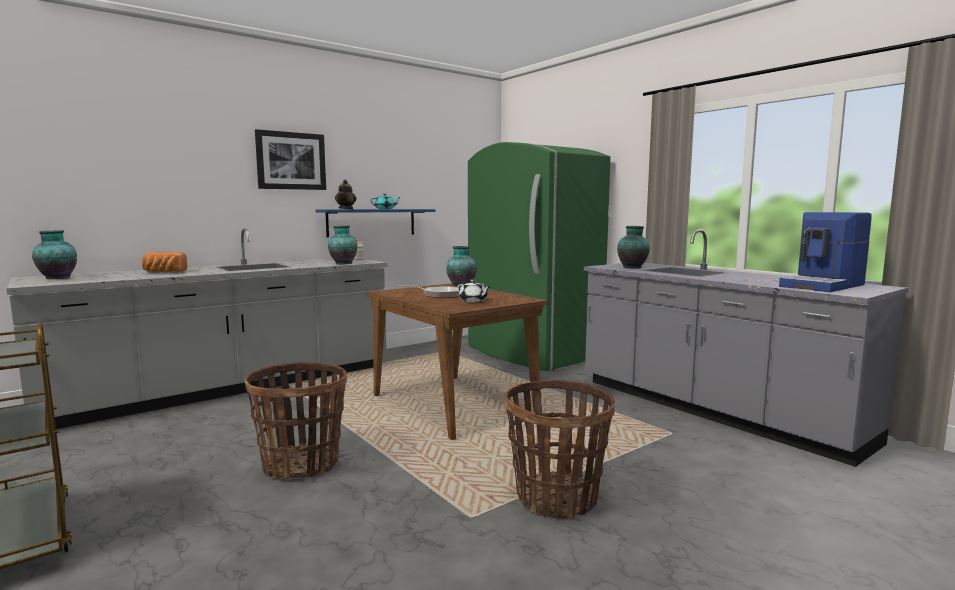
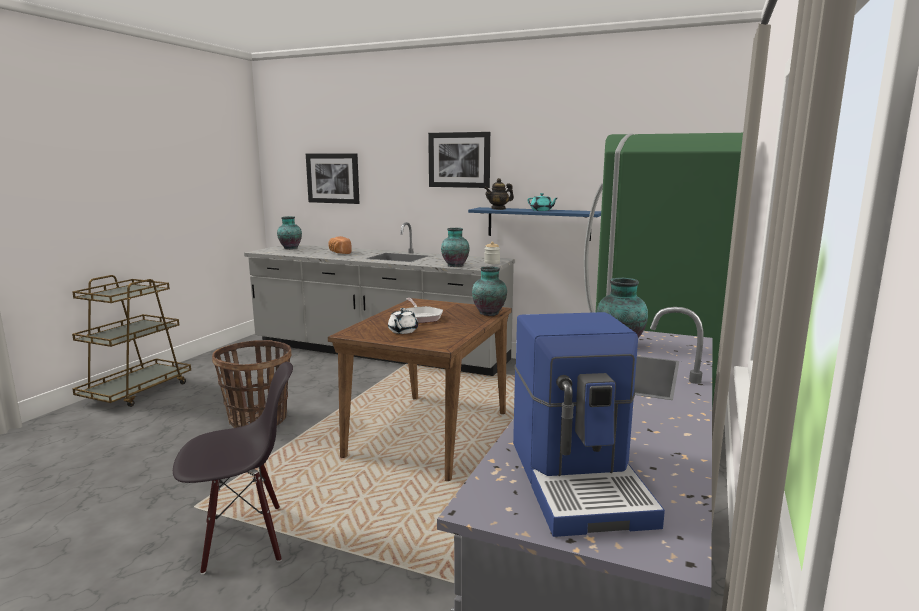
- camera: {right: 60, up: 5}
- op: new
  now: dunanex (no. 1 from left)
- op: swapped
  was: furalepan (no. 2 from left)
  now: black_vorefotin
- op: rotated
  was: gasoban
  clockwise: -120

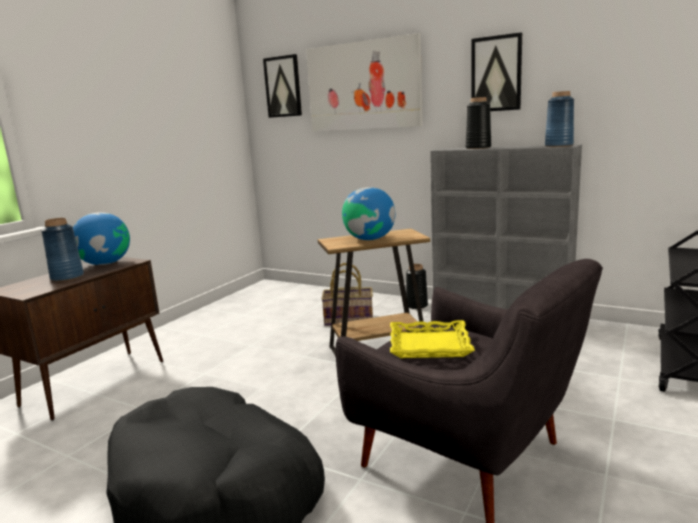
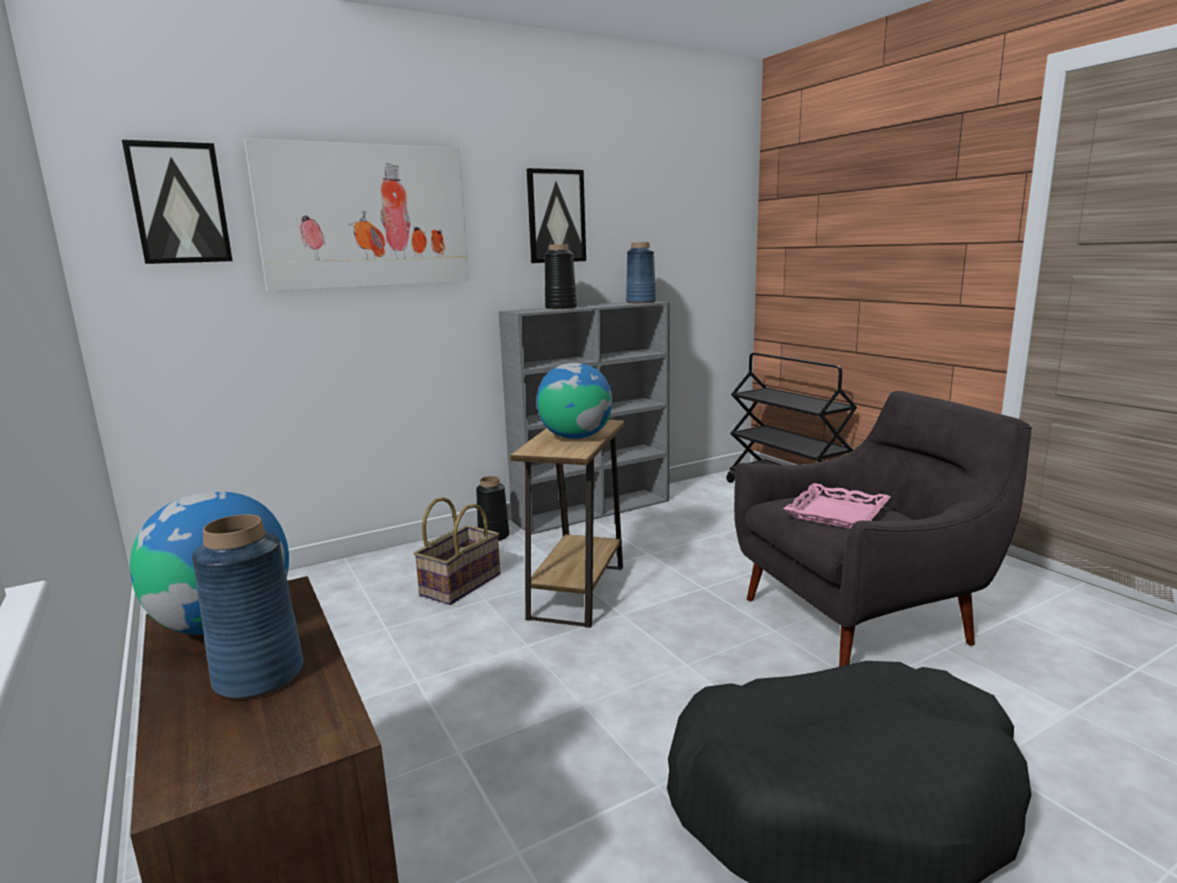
- camera: {right: -60, up: 0}
- op: repainted
  was: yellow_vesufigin
  now: pink_vesufigin

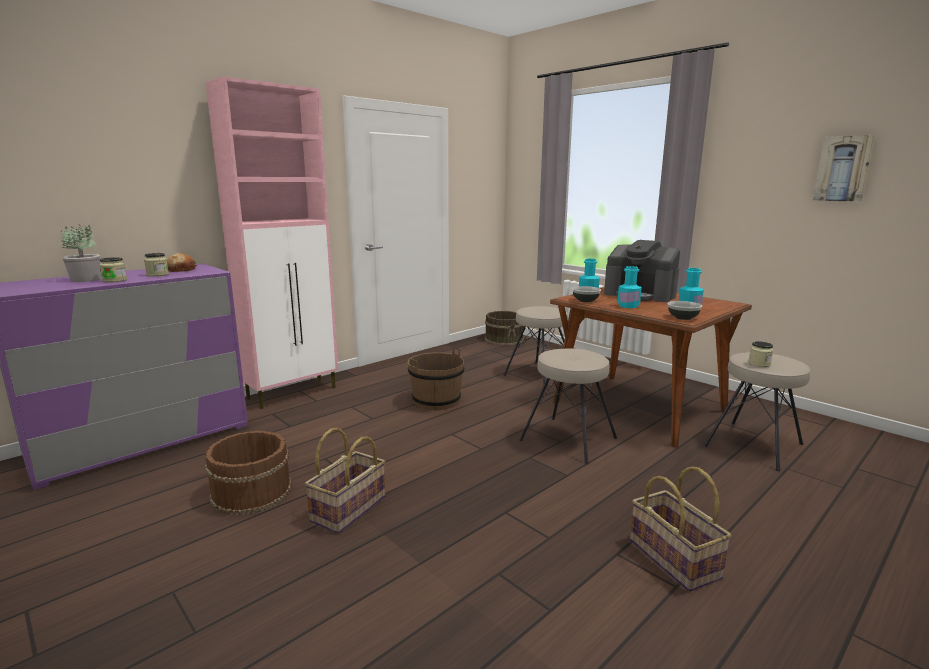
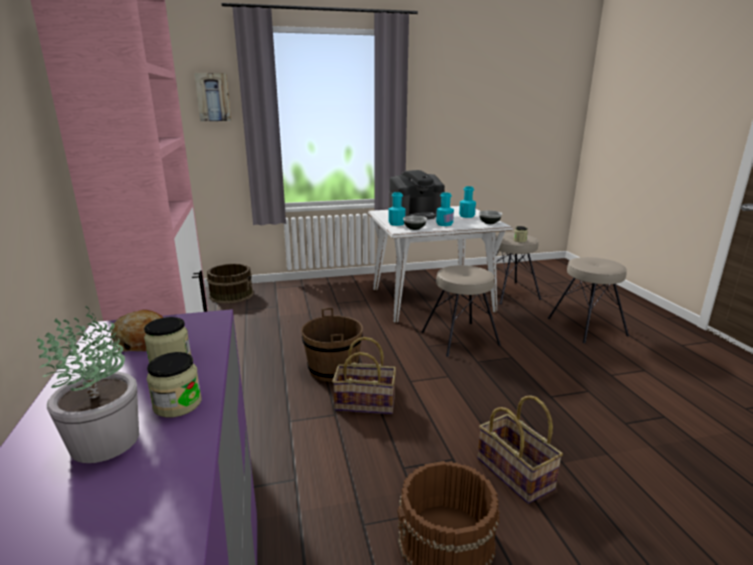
- camera: {right: -60, up: 5}
- op: shifted
  was: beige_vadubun (no. 1 from left in the first image)
  now: beige_vadubun (no. 3 from left)
- op: shifted
  was: furalepan (no. 2 from left in the first image)
  now: furalepan (no. 1 from left)
- op: shifted
  was: dunanex
- op: repainted
  was: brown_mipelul
  now: white_mipelul

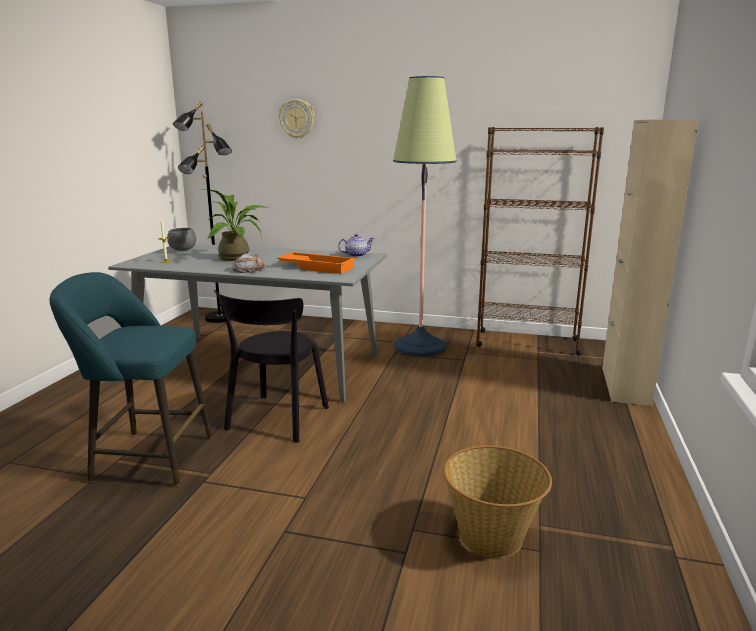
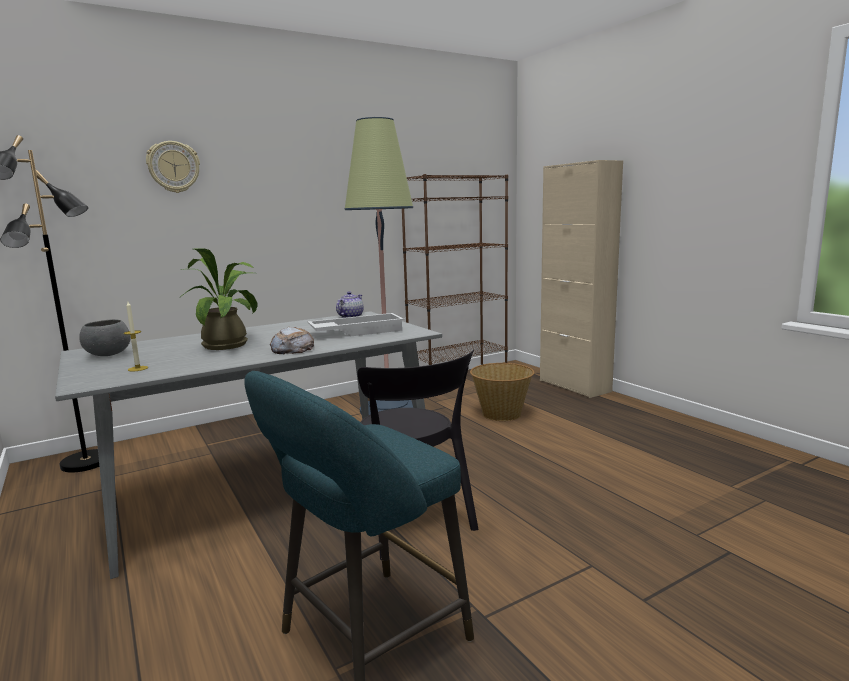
- camera: {right: -45, up: -5}
- op: shifted
  was: furalepan
- op: repainted
  was: orange_vesufigin
  now: white_vesufigin

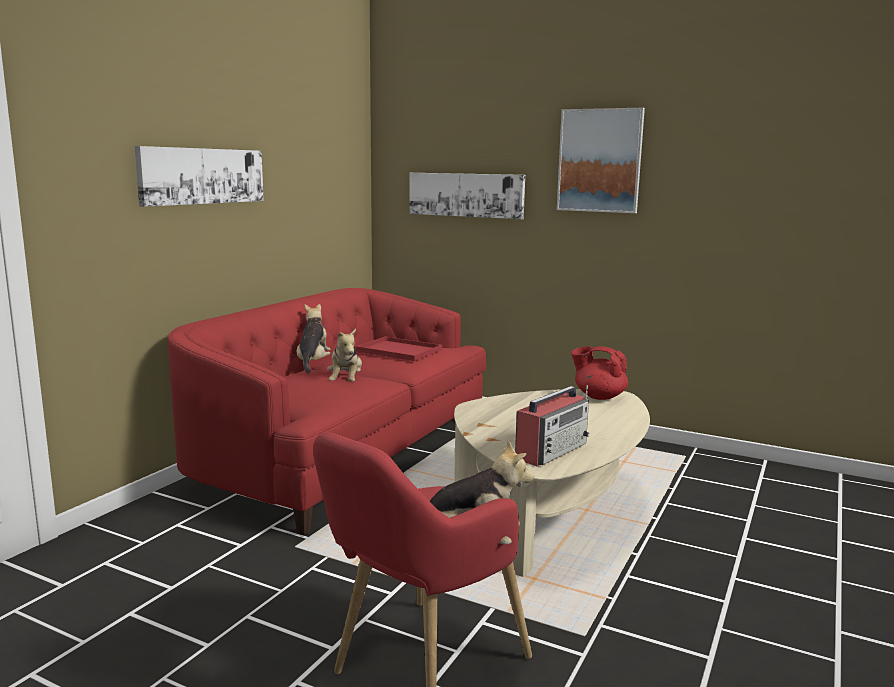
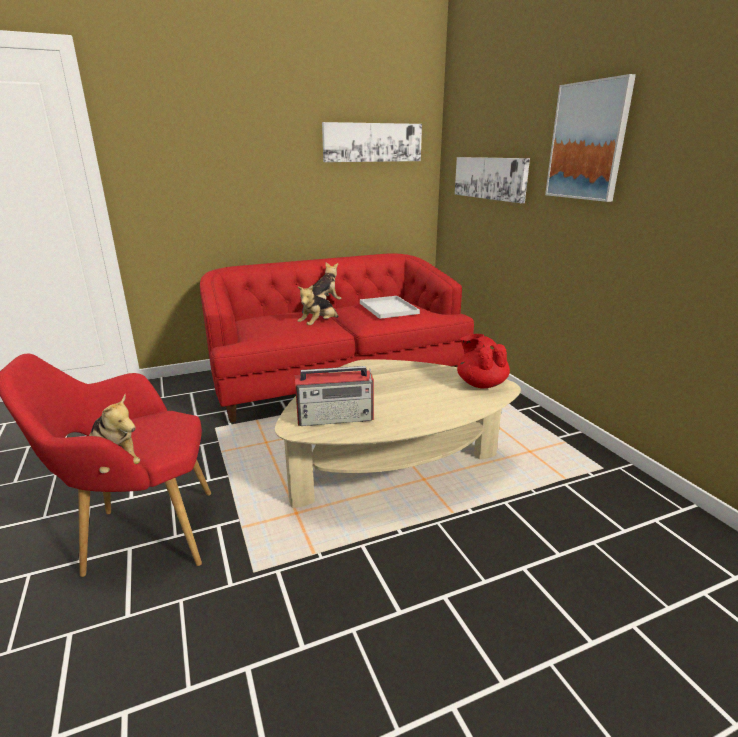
- camera: {right: 40, up: 10}
- op: shifted
  was: dunanex (no. 1 from left)
- op: repainted
  was: red_vesufigin
  now: white_vesufigin

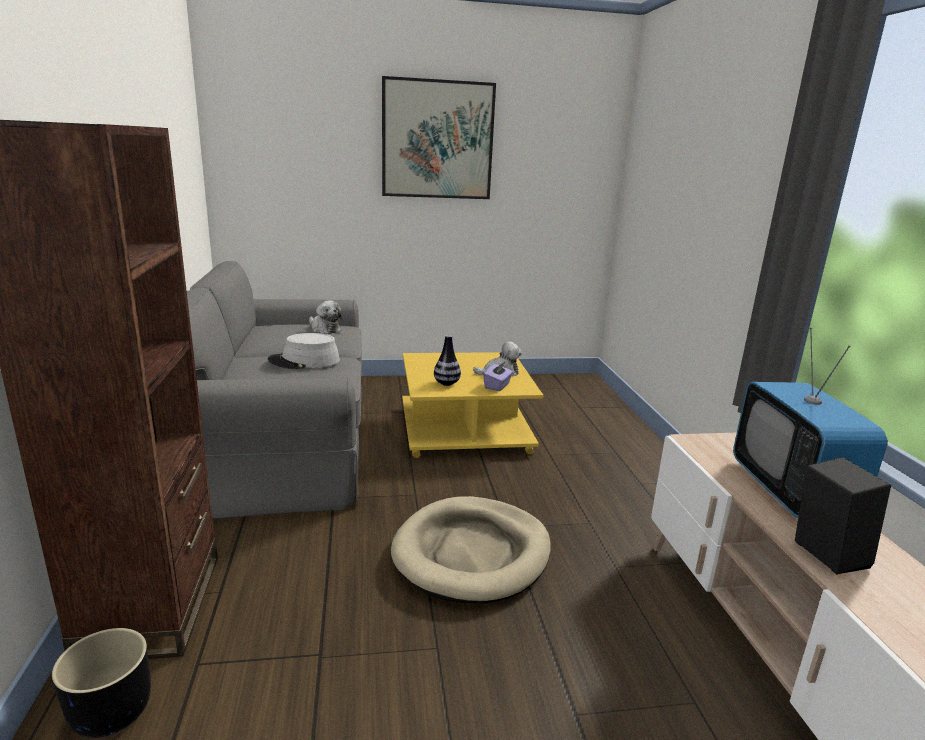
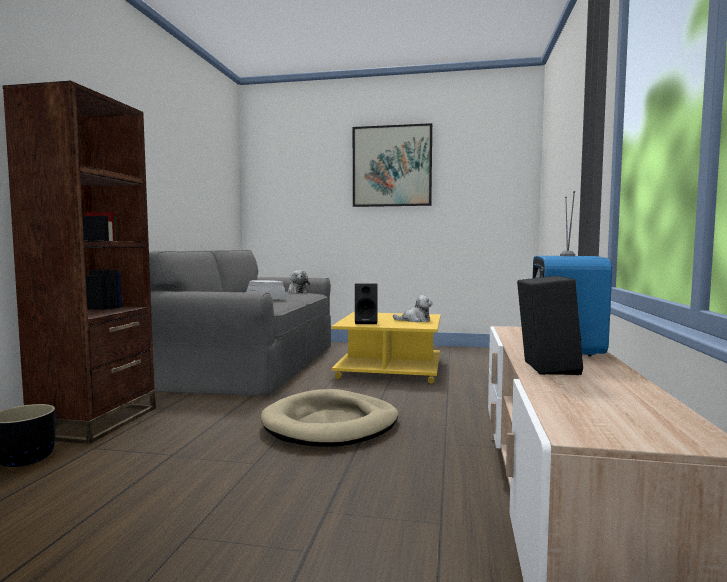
- camera: {right: 20, up: -15}
- op: gone
  was: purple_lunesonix
- op: swapped
  was: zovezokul
  now: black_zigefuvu (no. 1 from left)

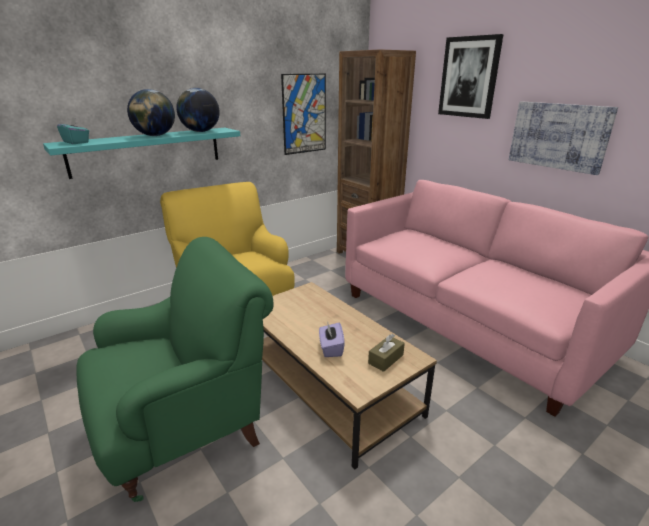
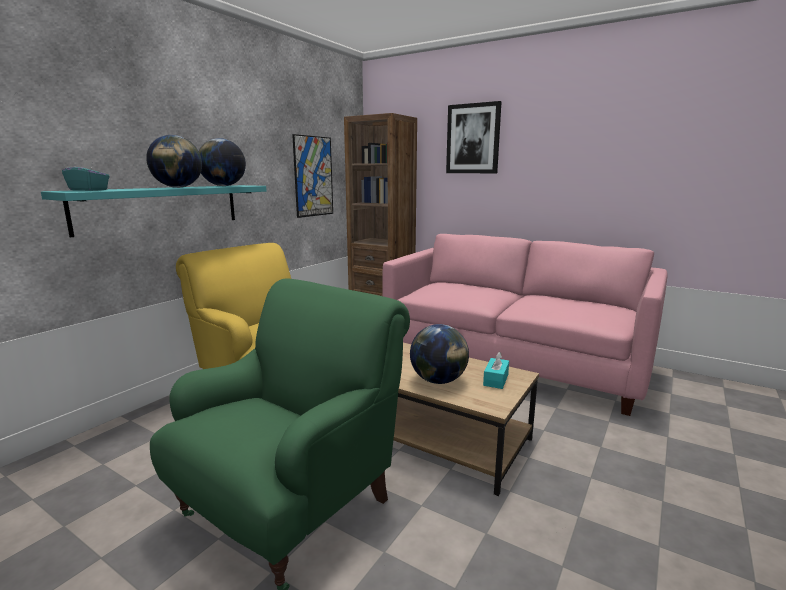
- camera: {right: -20, up: -10}
- op: gone
  was: dunanex (no. 3 from left)
- op: swapped
  was: purple_lunesonix
  now: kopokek (no. 3 from left)
- op: repainted
  was: brown_lunesonix
  now: turquoise_lunesonix (no. 2 from left)

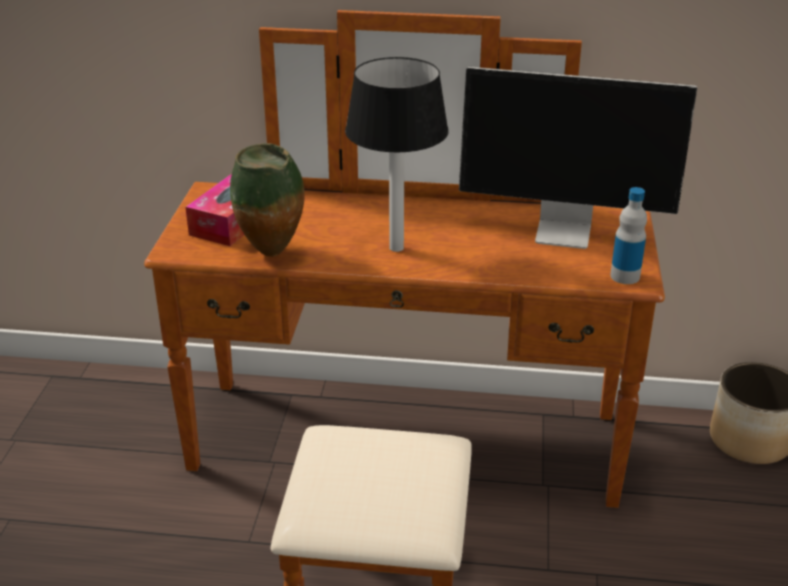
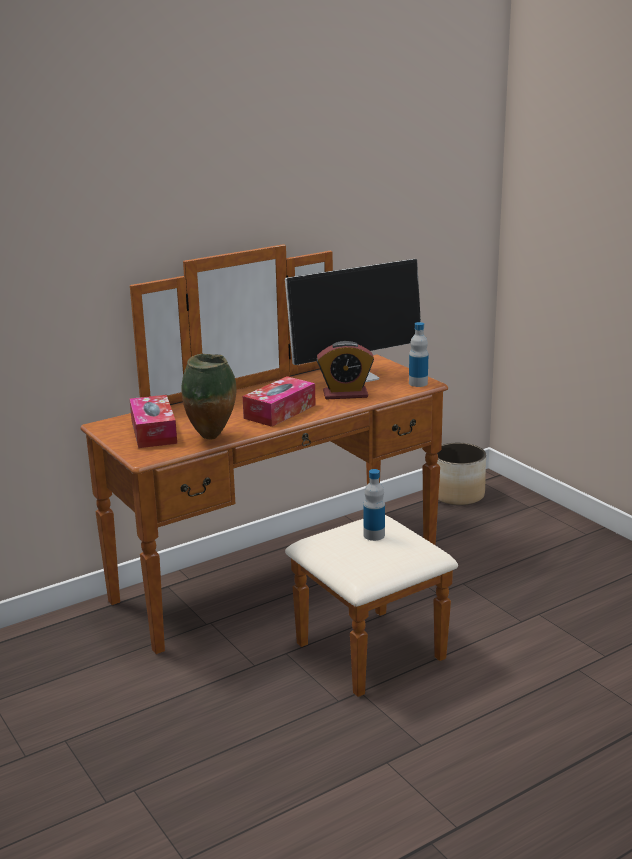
- camera: {right: -40, up: -10}
- op: new
  now: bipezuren
- op: new
  now: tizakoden (no. 1 from left)
- op: swapped
  was: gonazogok
  now: lunesonix (no. 2 from left)

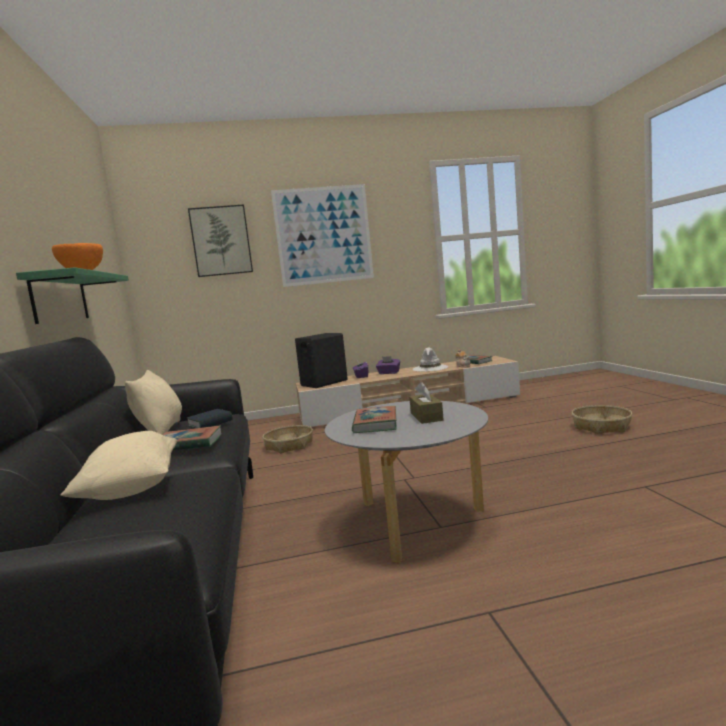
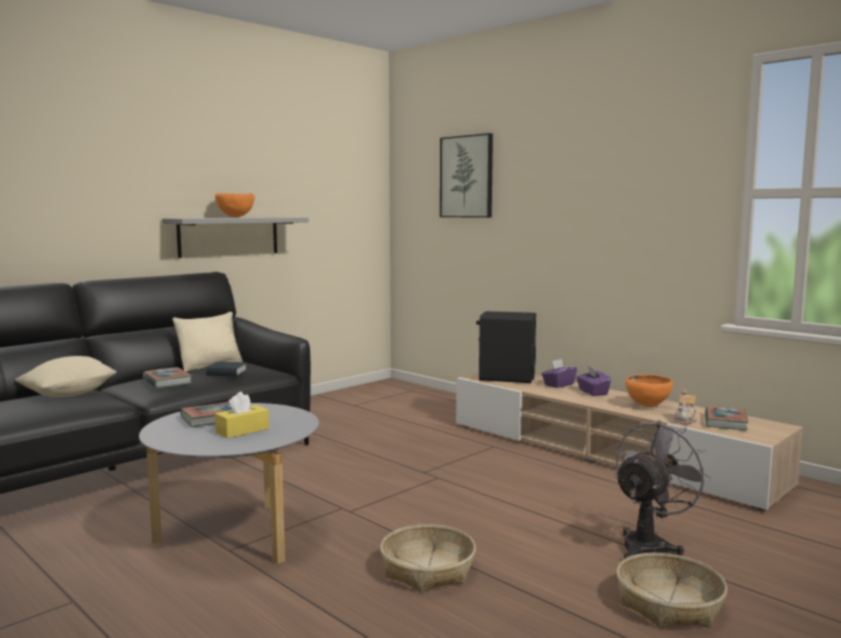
- camera: {right: 55, up: 0}
- op: gone
  was: dunanex (no. 2 from left)
- op: new
  now: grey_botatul
- op: shifted
  was: furalepan (no. 1 from left)
- op: swapped
  was: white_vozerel
  now: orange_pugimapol (no. 2 from left)
- op: repainted
  was: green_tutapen
  now: grey_tutapen
- op: repainted
  was: brown_lunesonix
  now: yellow_lunesonix

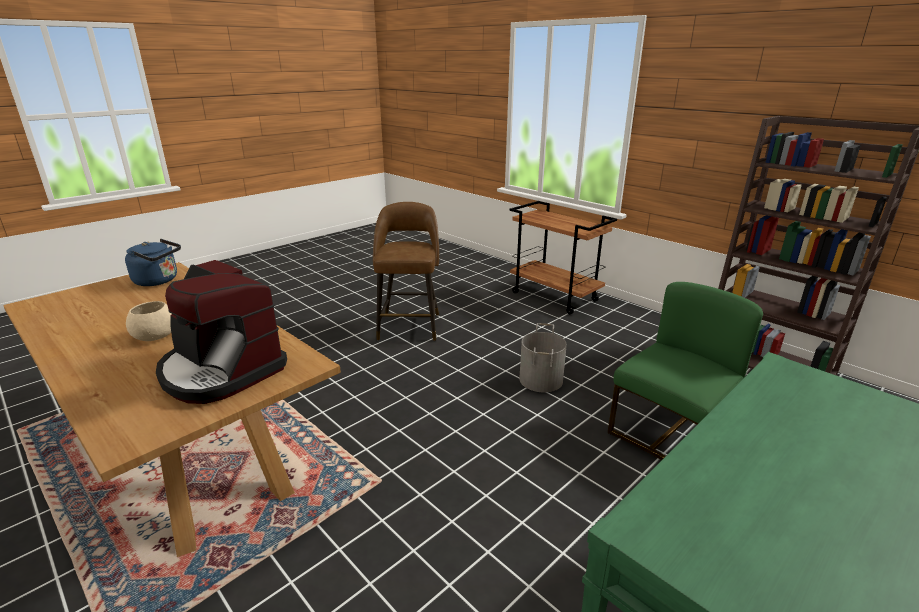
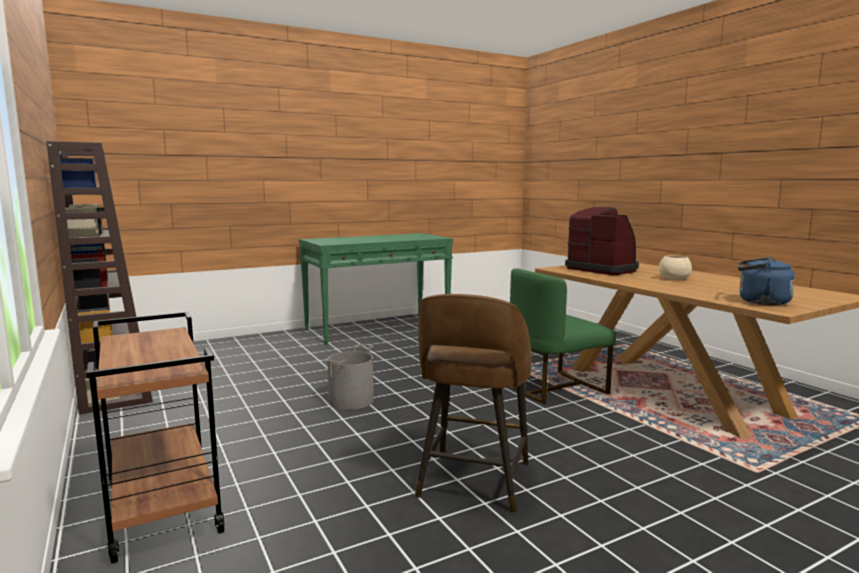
- camera: {right: -165, up: -15}
- op: shifted
  was: green_vorefotin

